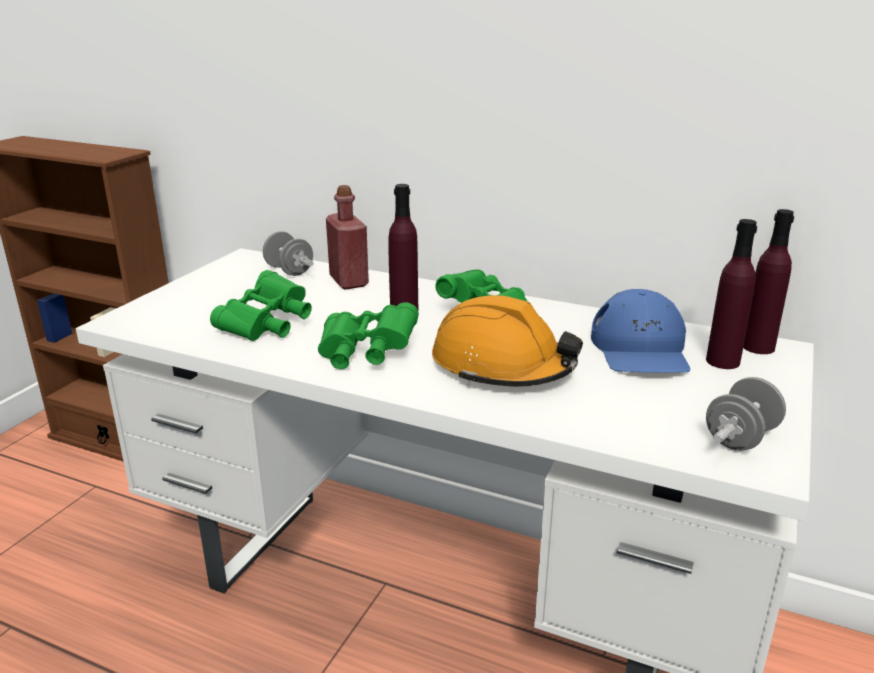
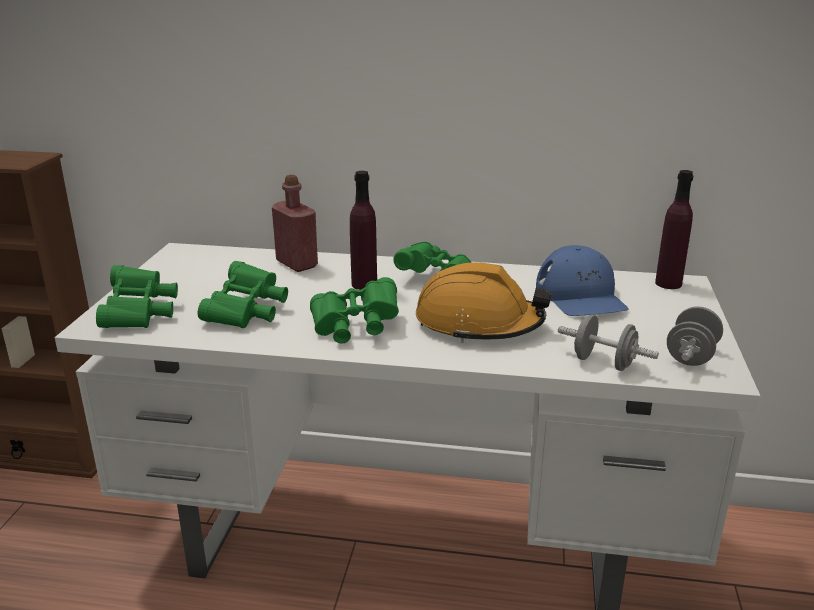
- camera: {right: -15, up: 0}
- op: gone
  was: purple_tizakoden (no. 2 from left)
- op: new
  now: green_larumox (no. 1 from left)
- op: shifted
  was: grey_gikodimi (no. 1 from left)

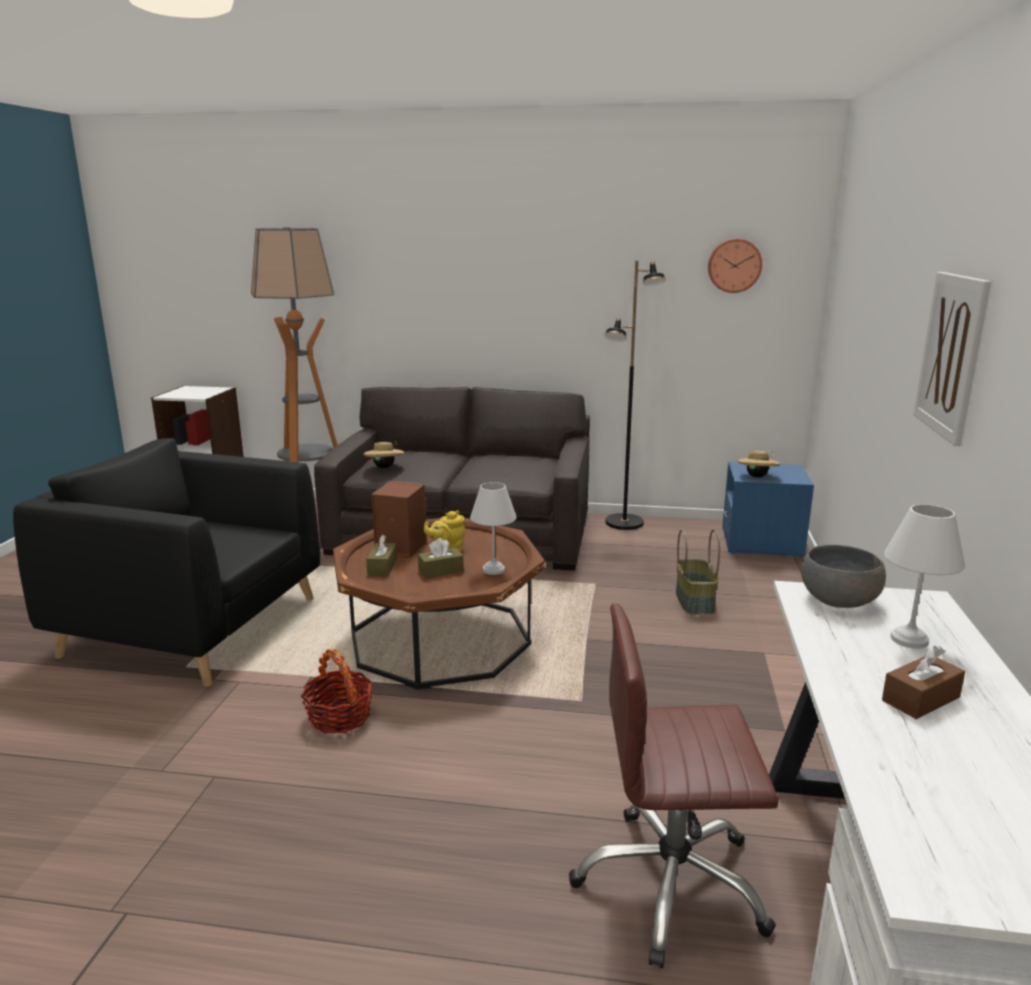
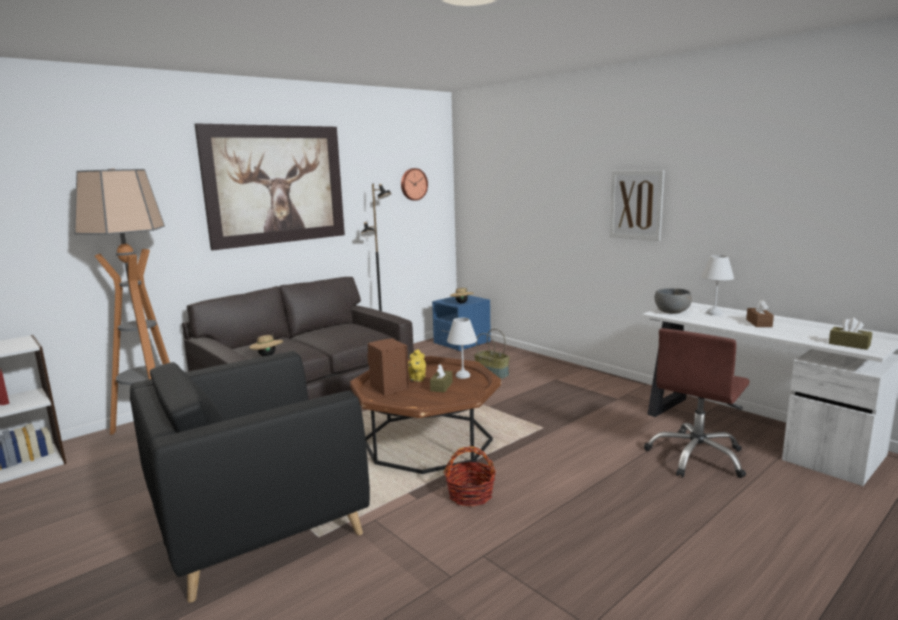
- camera: {right: -50, up: -5}
- op: new
  now: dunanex (no. 1 from left)
- op: shifted
  was: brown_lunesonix (no. 1 from left in the first image)
  now: brown_lunesonix (no. 3 from left)

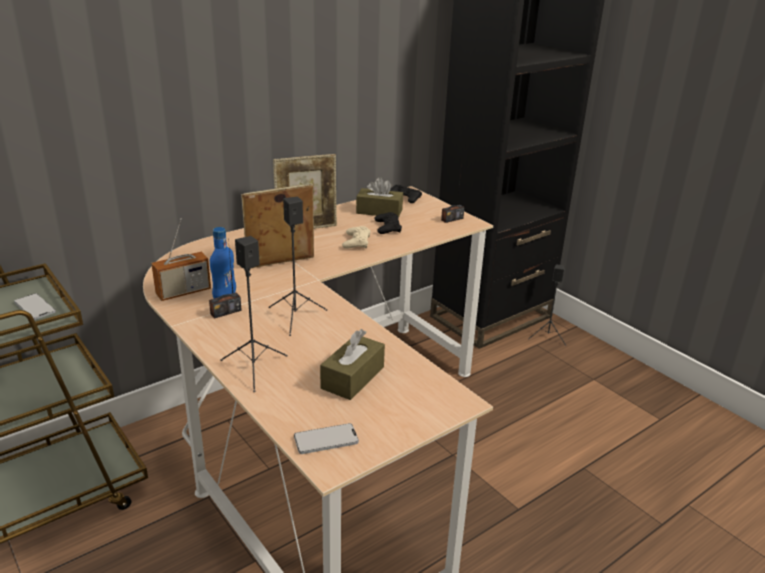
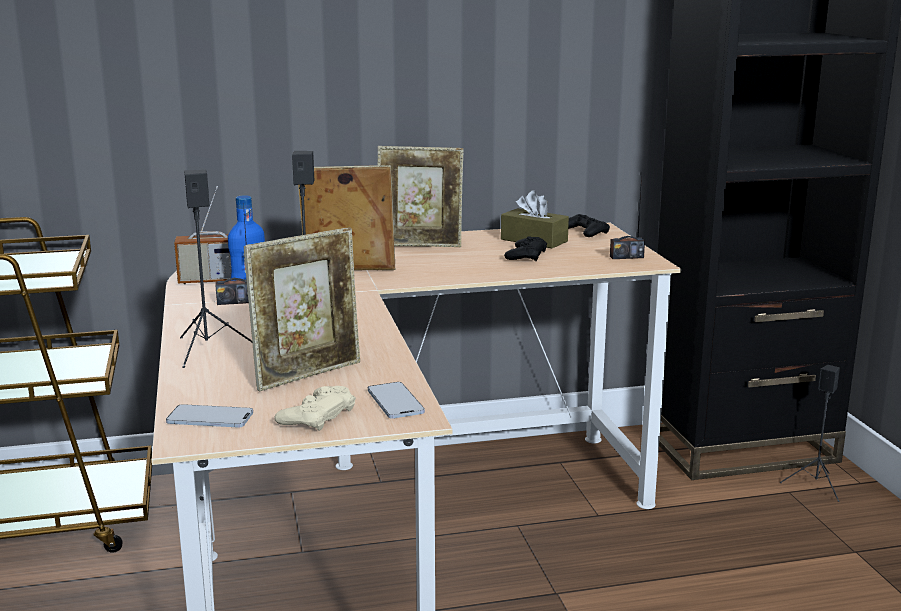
- camera: {right: 25, up: -10}
- op: shifted
  was: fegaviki (no. 1 from left in the first image)
  now: fegaviki (no. 2 from left)
- op: shifted
  was: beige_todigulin
- op: swapped
  was: brown_lunesonix (no. 1 from left)
  now: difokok (no. 1 from left)

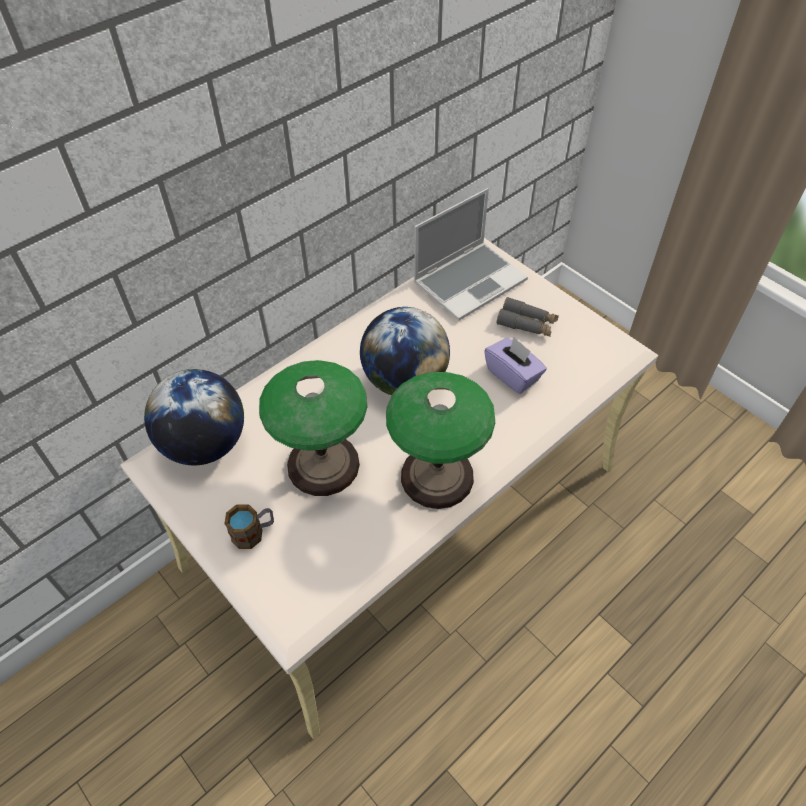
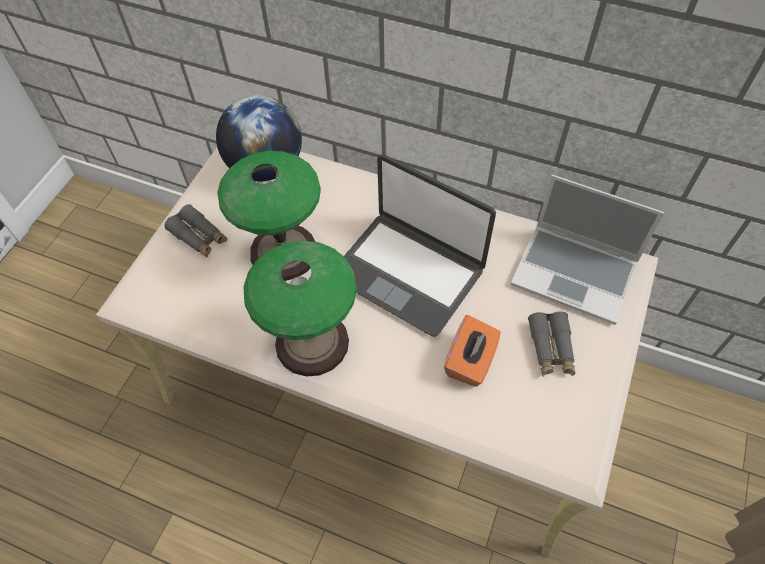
- camera: {right: 65, up: 5}
- op: swapped
  was: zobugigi
  now: grey_larumox (no. 1 from left)
- op: swapped
  was: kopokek (no. 2 from left)
  now: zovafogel (no. 1 from left)
- op: repainted
  was: purple_lunesonix
  now: orange_lunesonix

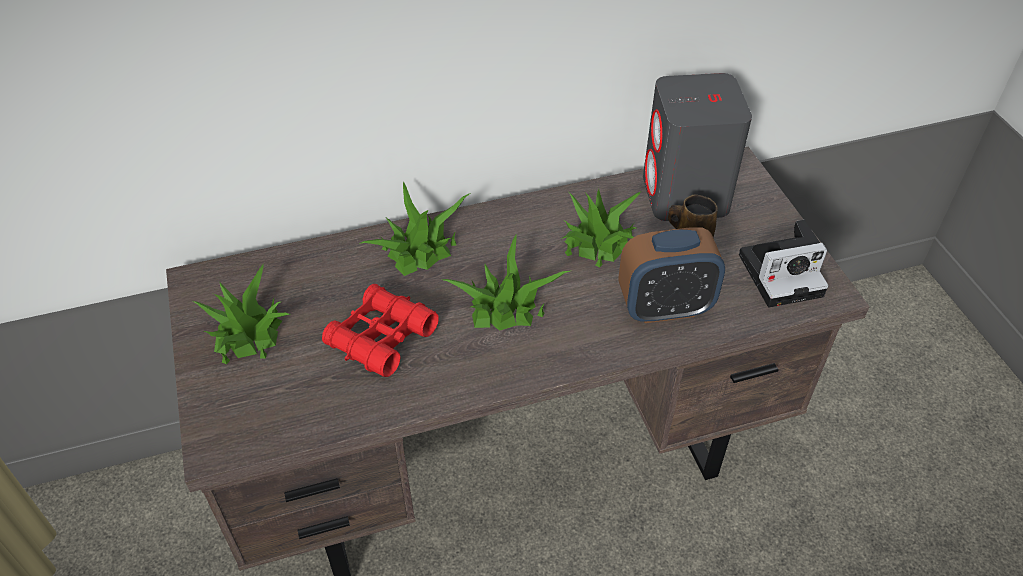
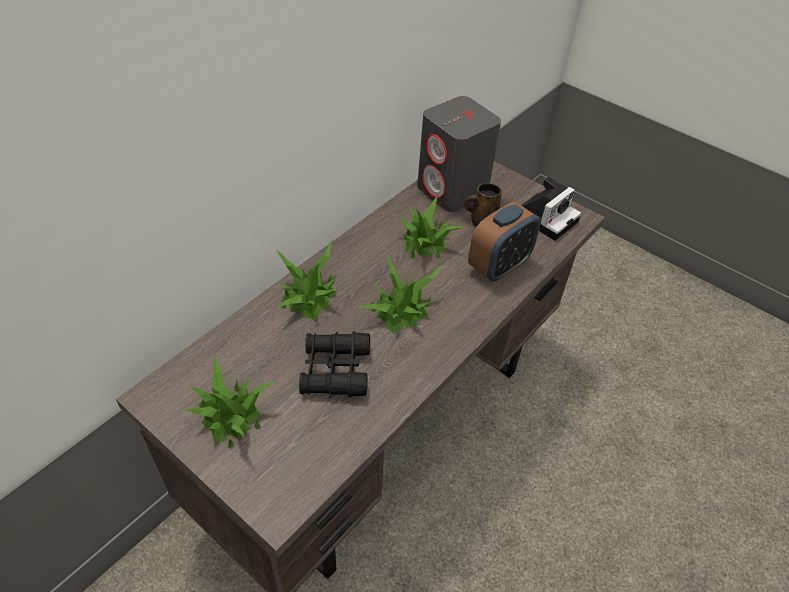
- camera: {right: -35, up: 0}
- op: repainted
  was: red_larumox
  now: black_larumox

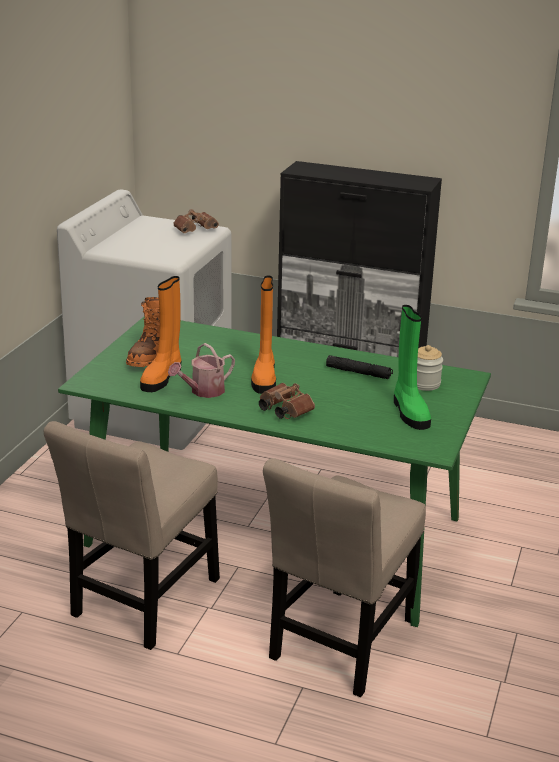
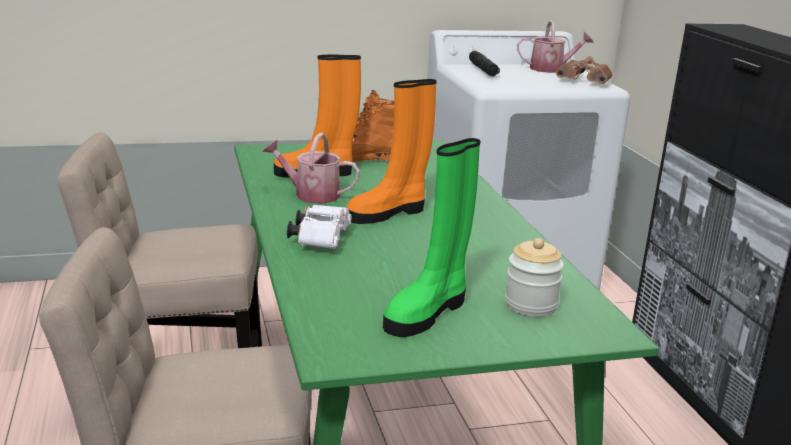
- camera: {right: 55, up: -5}
- op: new
  now: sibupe (no. 2 from left)
- op: shifted
  was: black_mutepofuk
- op: repainted
  was: brown_larumox (no. 2 from left)
  now: white_larumox

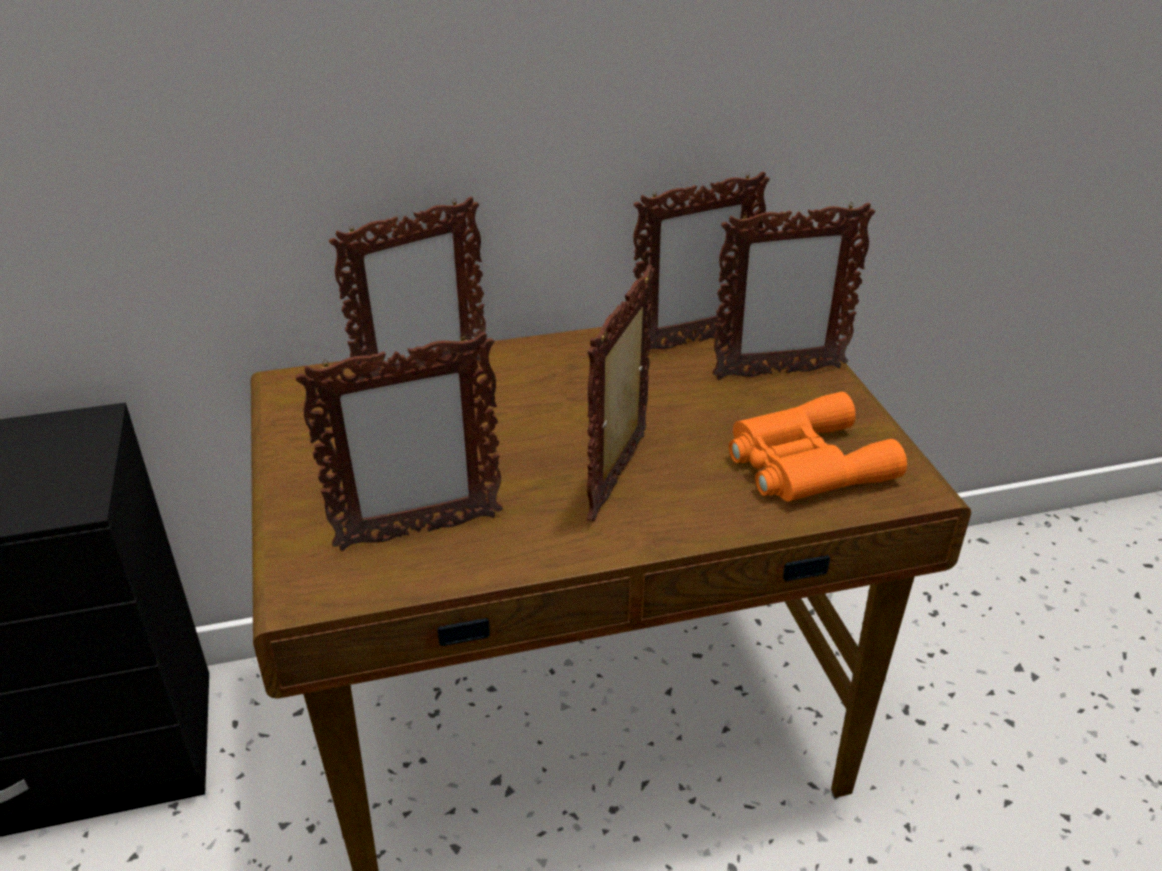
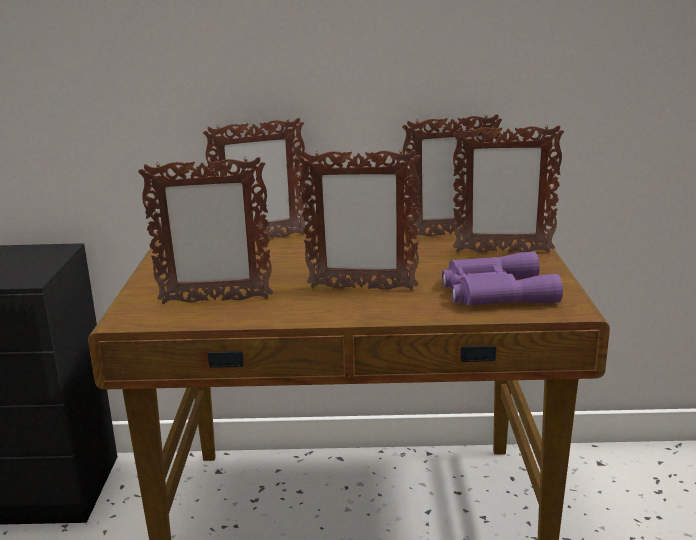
- camera: {right: 15, up: -15}
- op: repainted
  was: orange_larumox
  now: purple_larumox
- op: rotated
  was: difokok (no. 3 from left)
  clockwise: -120

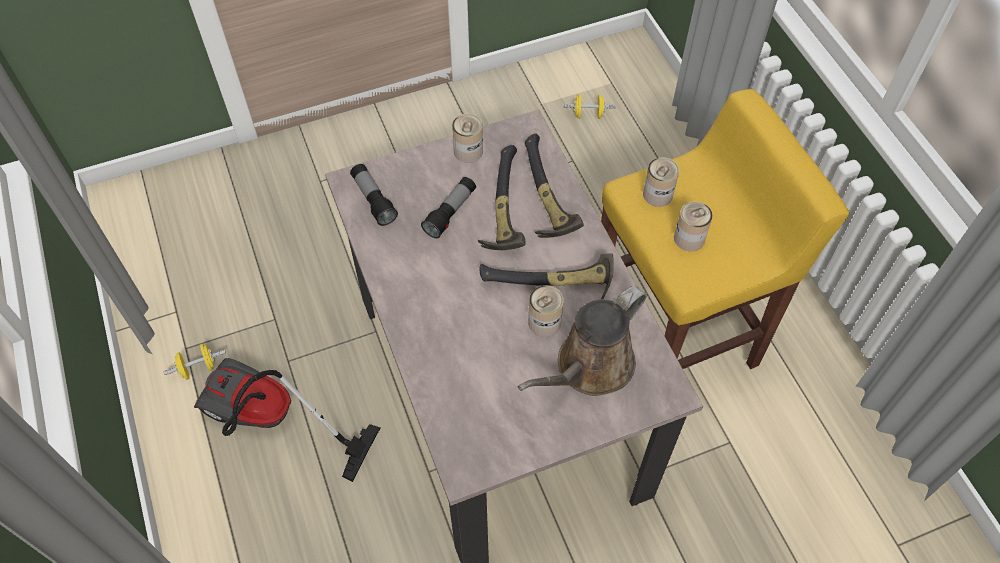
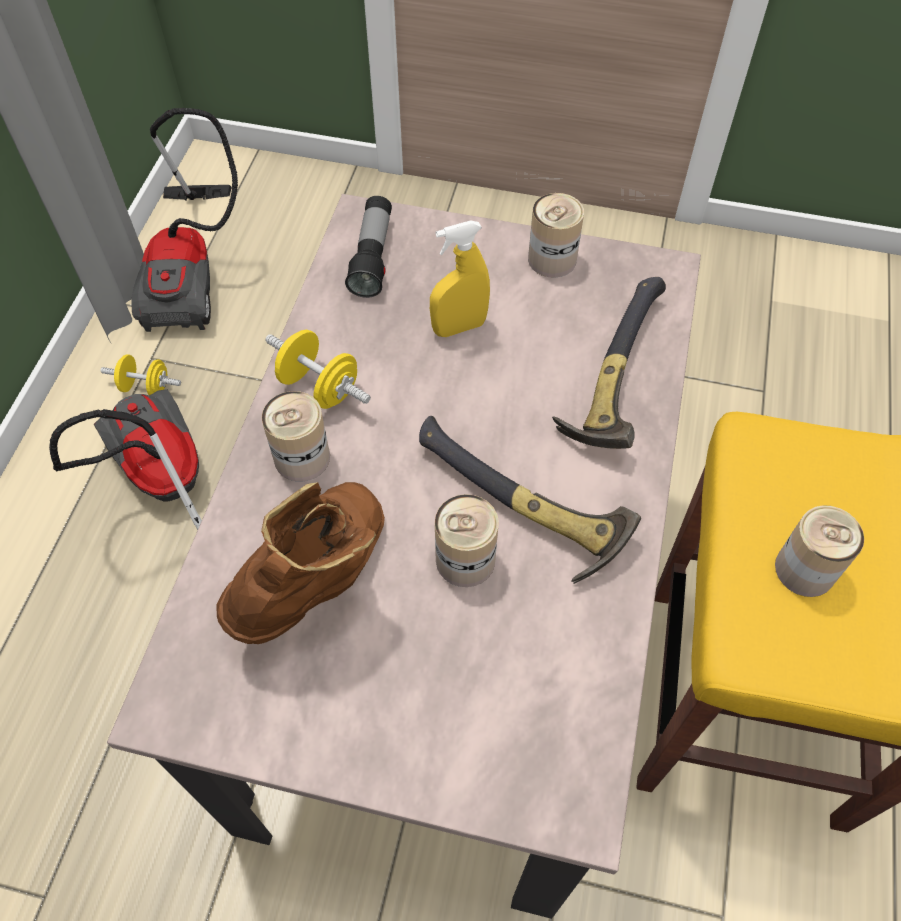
- camera: {right: 35, up: 0}
- op: gone
  was: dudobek (no. 1 from left)
- op: gone
  was: brown_sibupe
- op: new
  now: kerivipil (no. 2 from left)
- op: new
  now: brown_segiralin
- op: shifted
  was: yellow_gikodimi (no. 2 from left)
- op: shifted
  was: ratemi (no. 3 from left in the first image)
  now: ratemi (no. 1 from left)
- op: swapped
  was: mutepofuk (no. 2 from left)
  now: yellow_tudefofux

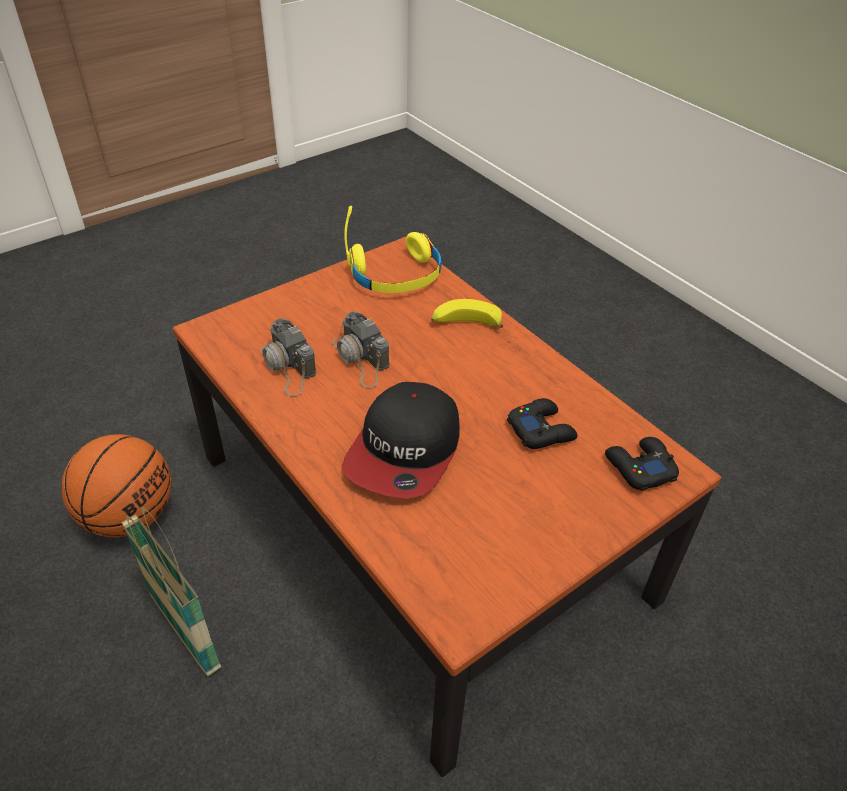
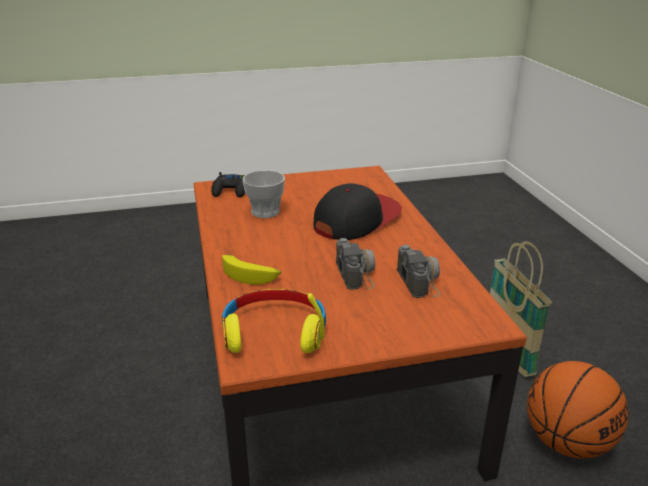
- camera: {right: -155, up: -15}
- op: swapped
  was: black_todigulin (no. 1 from left)
  now: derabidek

